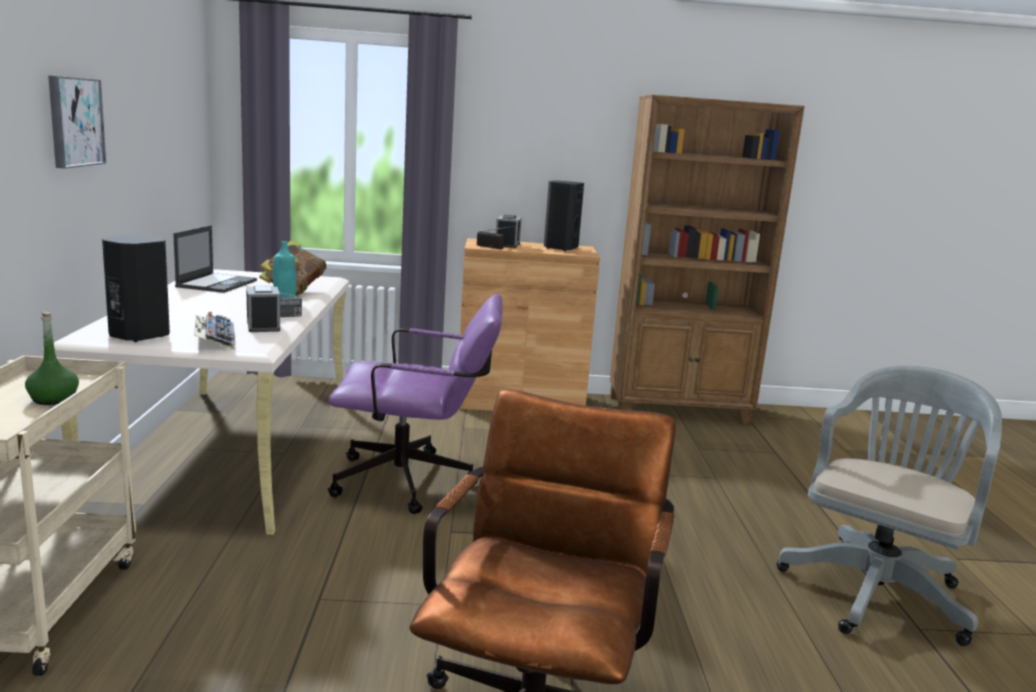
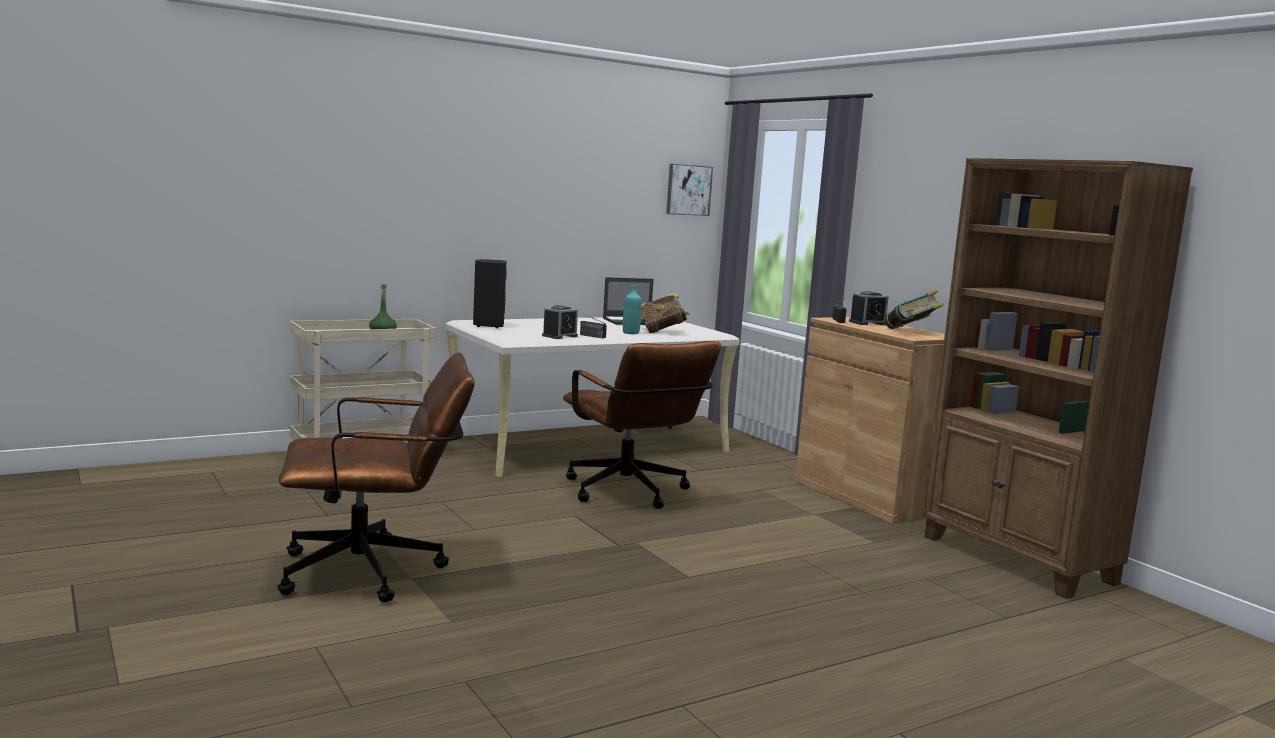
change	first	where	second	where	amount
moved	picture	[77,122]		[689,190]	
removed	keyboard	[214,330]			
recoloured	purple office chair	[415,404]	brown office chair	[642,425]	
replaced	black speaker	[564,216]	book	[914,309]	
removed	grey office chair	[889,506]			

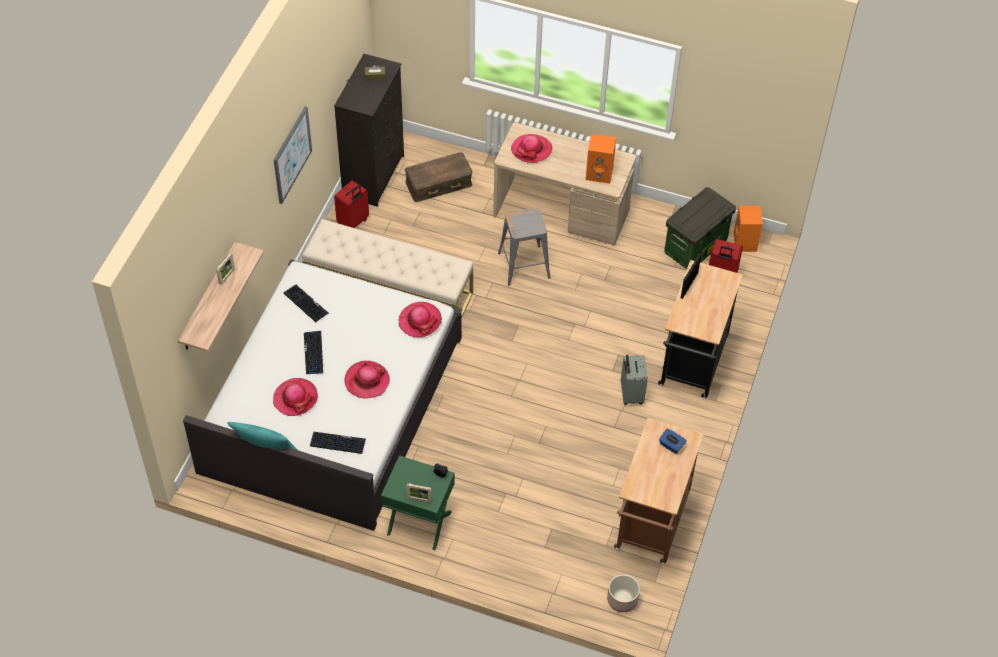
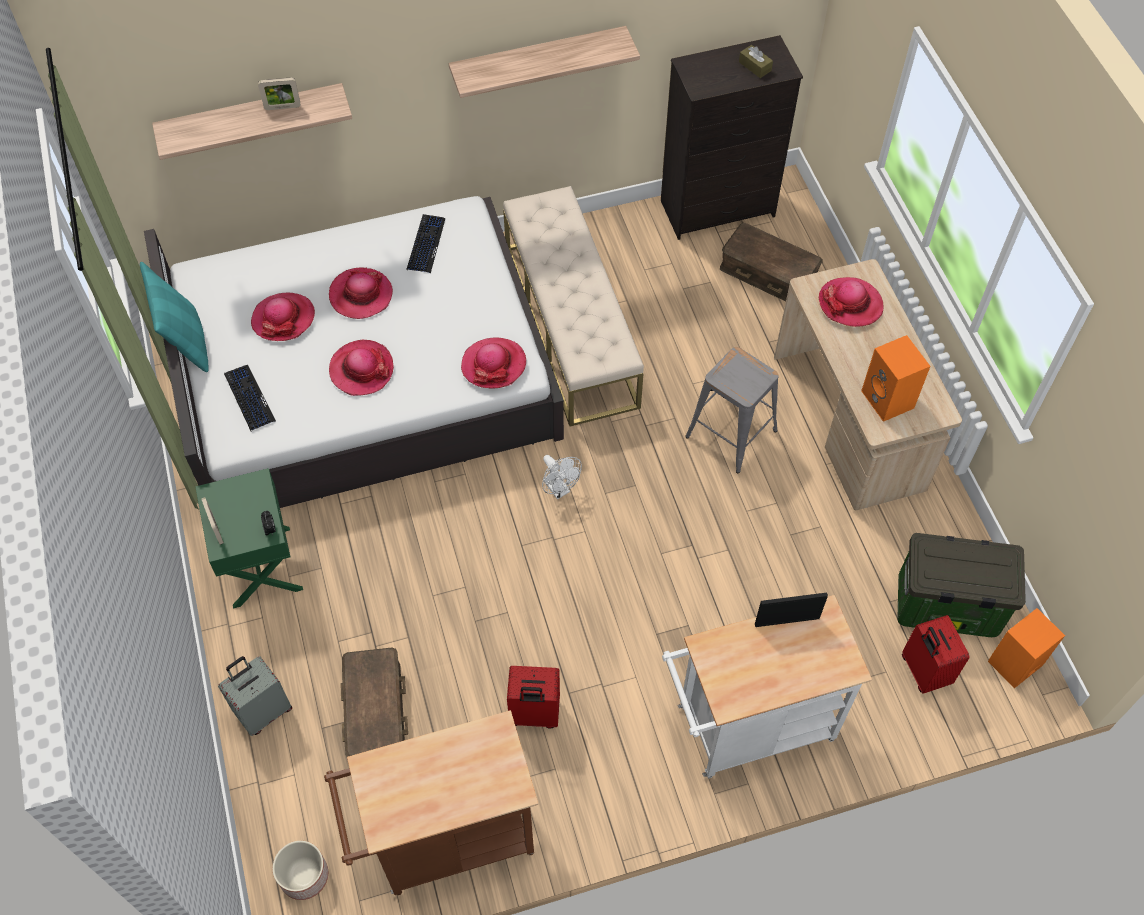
change	first	where	second	where	amount
replaced	picture	[293,155]	shelf	[544,62]	
replaced	keyboard	[313,352]	hat	[361,293]	
moved	red suitcase	[351,204]		[533,697]	
moved	grey suitcase	[634,380]		[255,696]	
recoloured	black cart	[700,329]	white cart	[767,686]	
removed	blue tissue box	[672,441]			
added			brown storage box	[374,702]	
added			white fan	[562,477]	

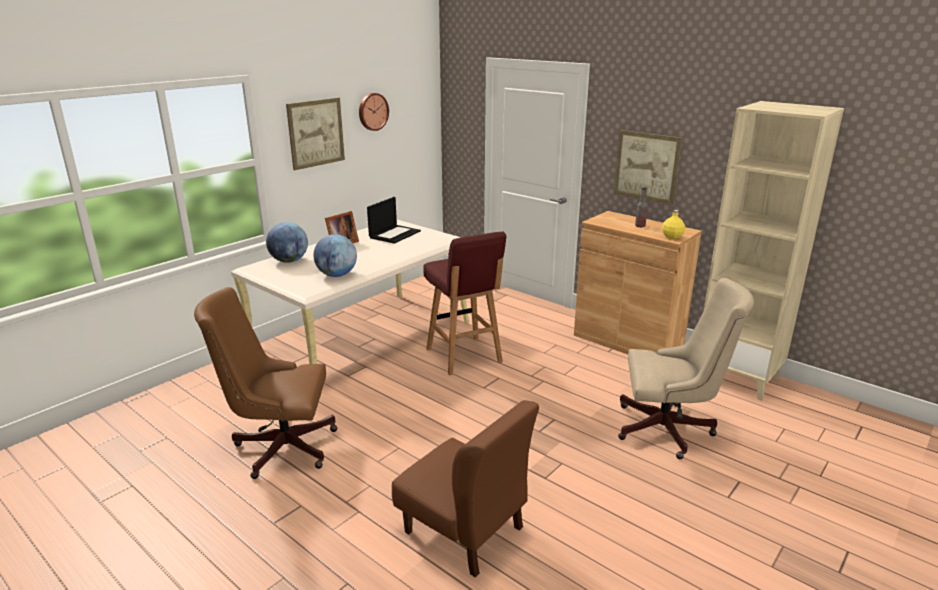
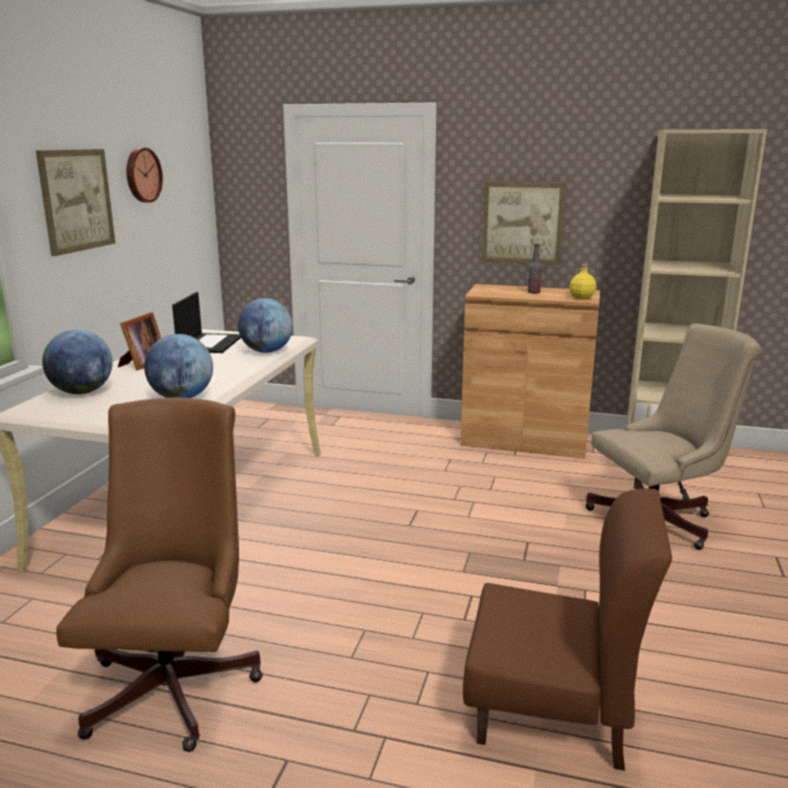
change	first	where	second	where	amount
turned	brown office chair	[265,383]		[159,575]	120 degrees clockwise
removed	red stool	[465,303]			
added			globe	[265,325]	

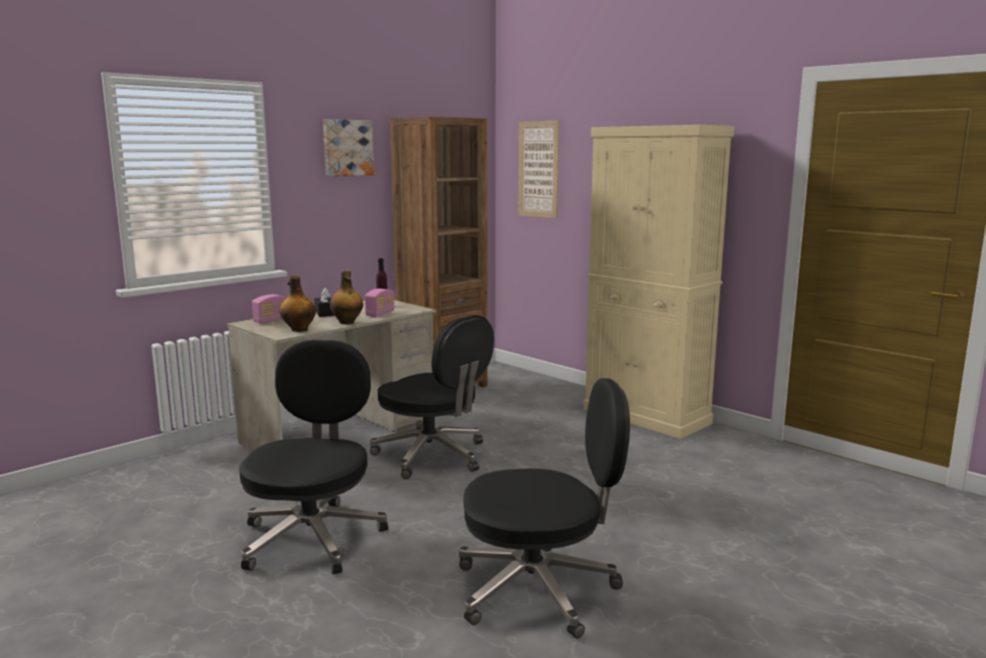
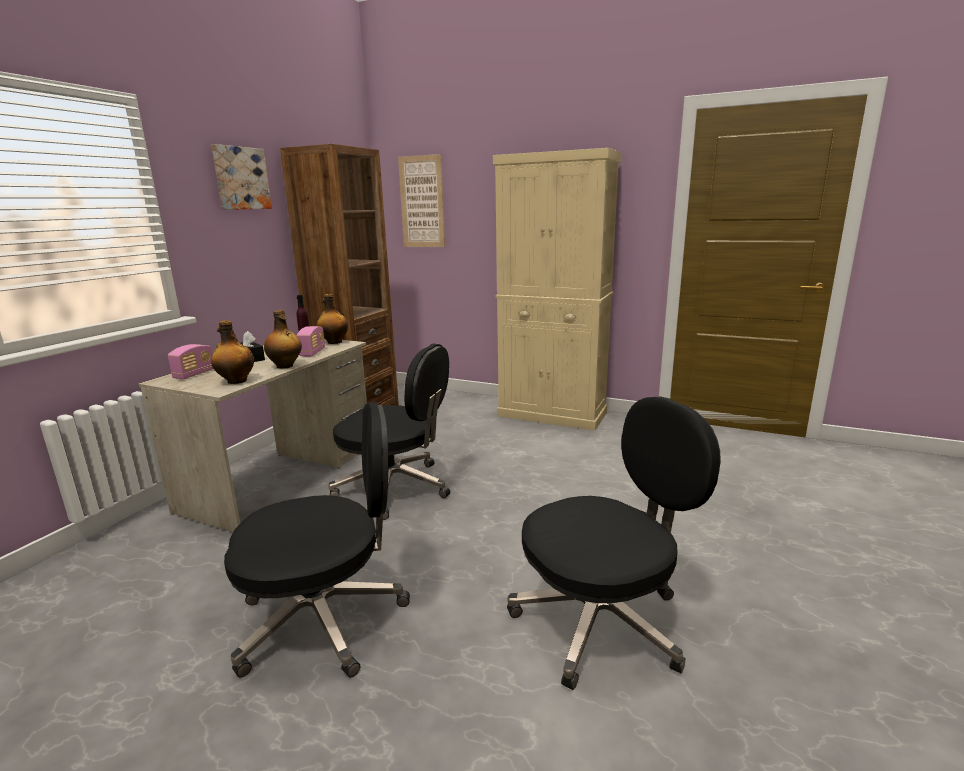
change	first	where	second	where	amount
turned	black office chair	[313,457]		[317,539]	90 degrees clockwise
added			bottle	[332,319]	

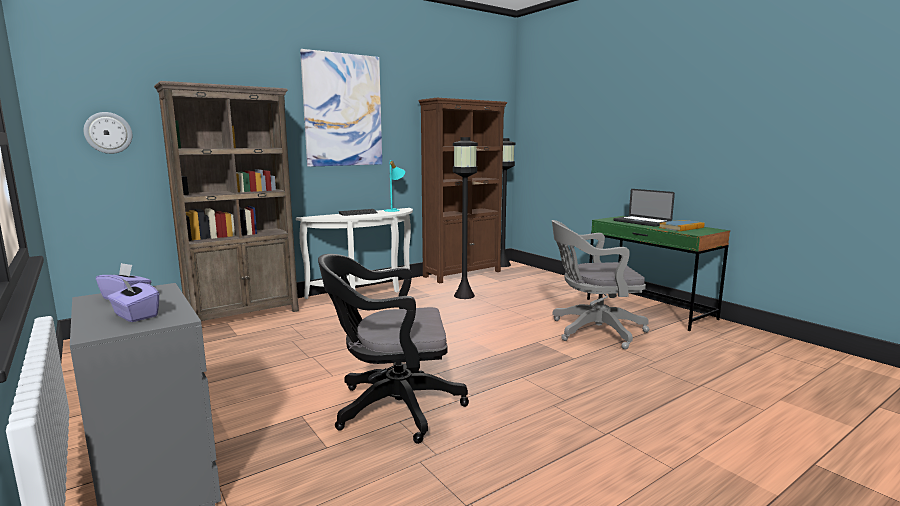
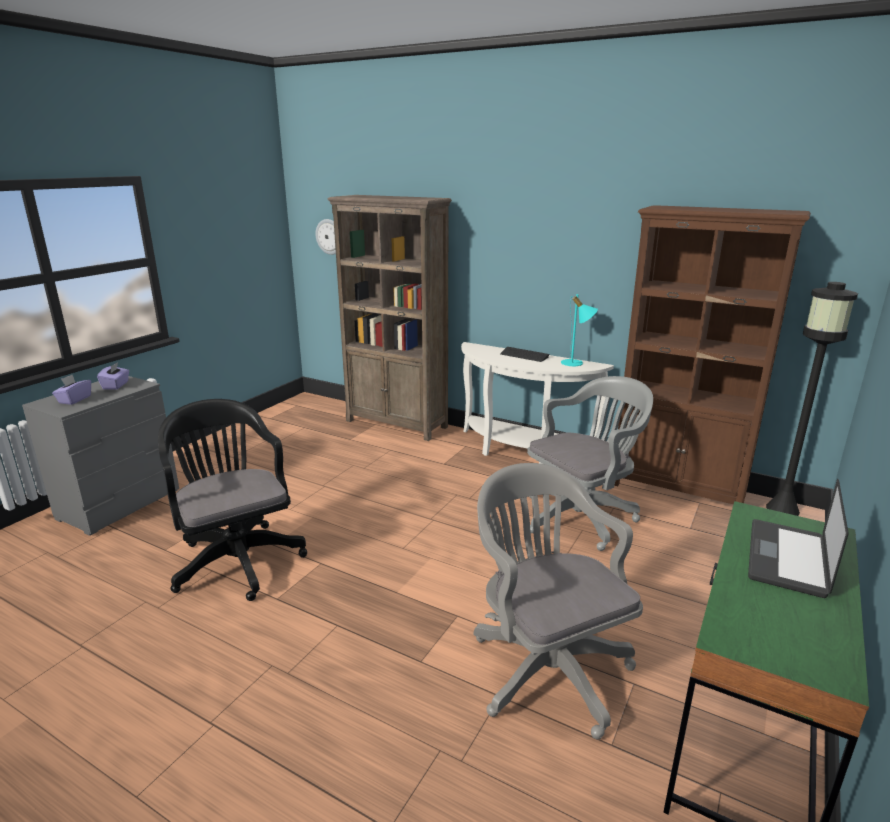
change	first	where	second	where	amount
removed	picture	[341,108]			
replaced	black floor lamp	[465,218]	grey office chair	[590,463]	
removed	book	[682,225]			

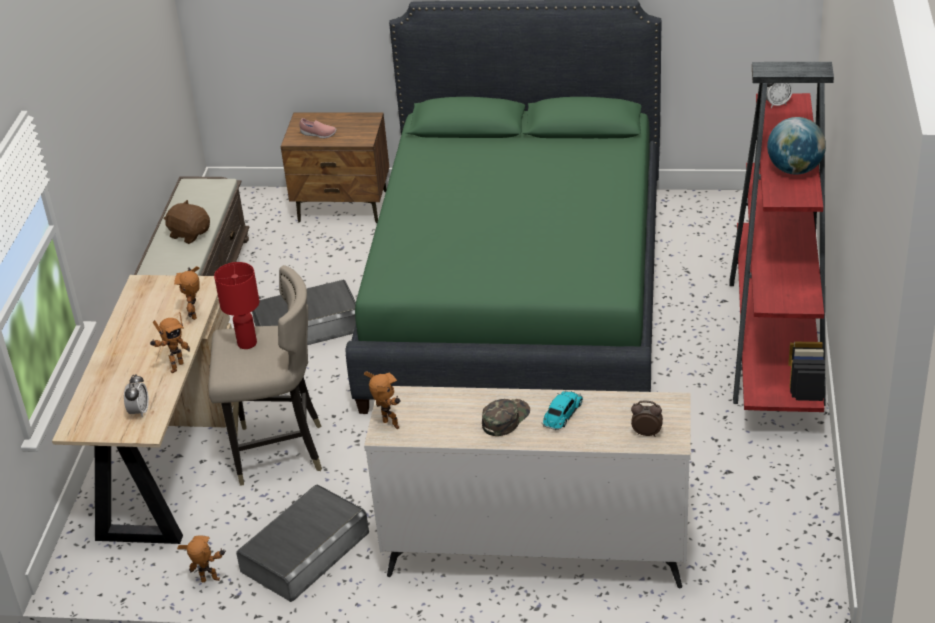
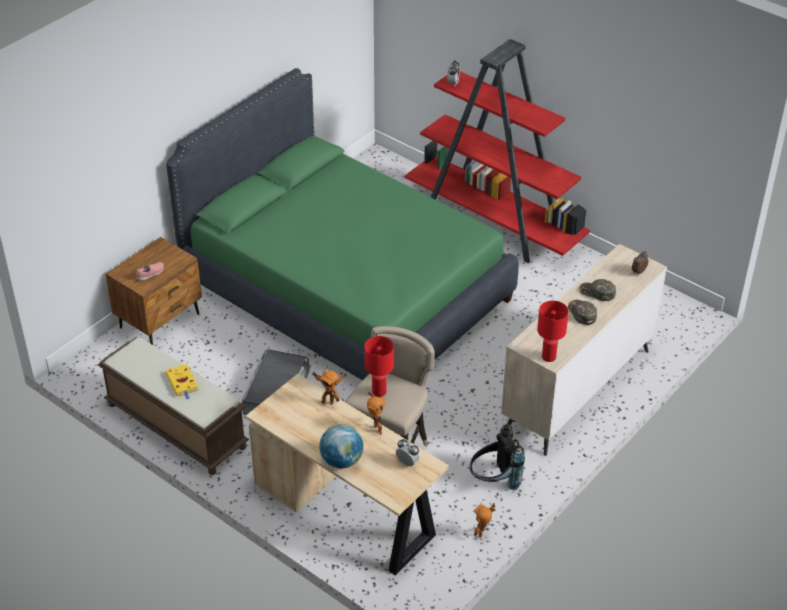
change	first	where	second	where	amount
replaced	brown plush toy	[186,222]	yellow book	[181,381]	
replaced	grey storage box	[302,543]	black backpack	[497,456]	
replaced	toy robot	[382,400]	red table lamp	[553,331]	
replaced	toy car	[562,410]	green cap	[597,290]	
moved	globe	[796,146]		[341,446]	

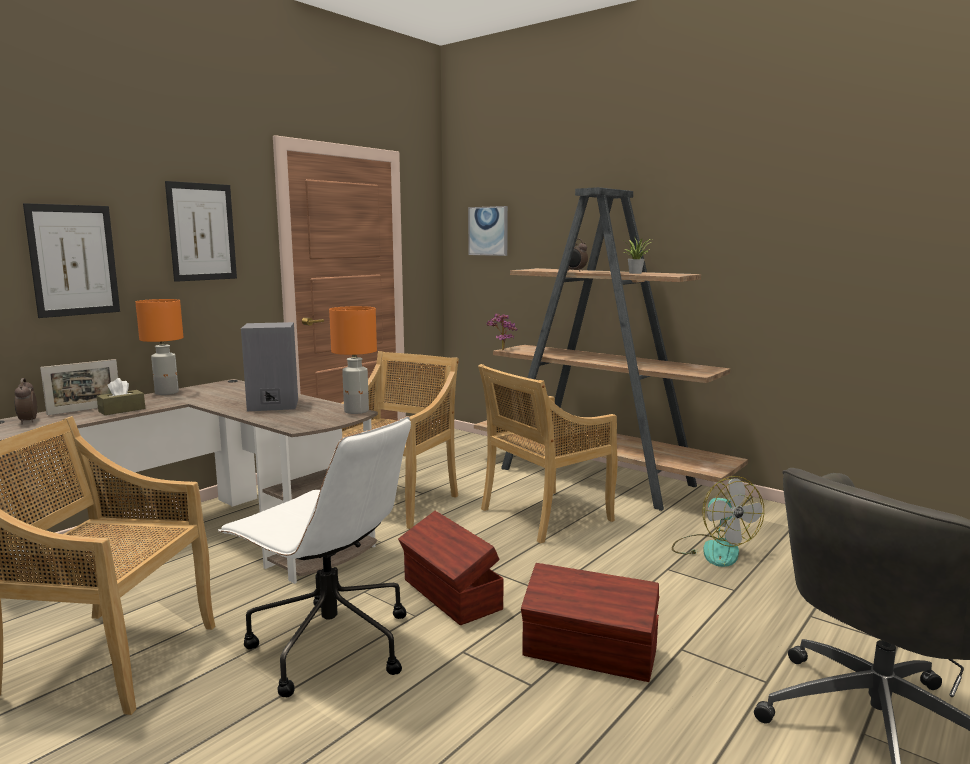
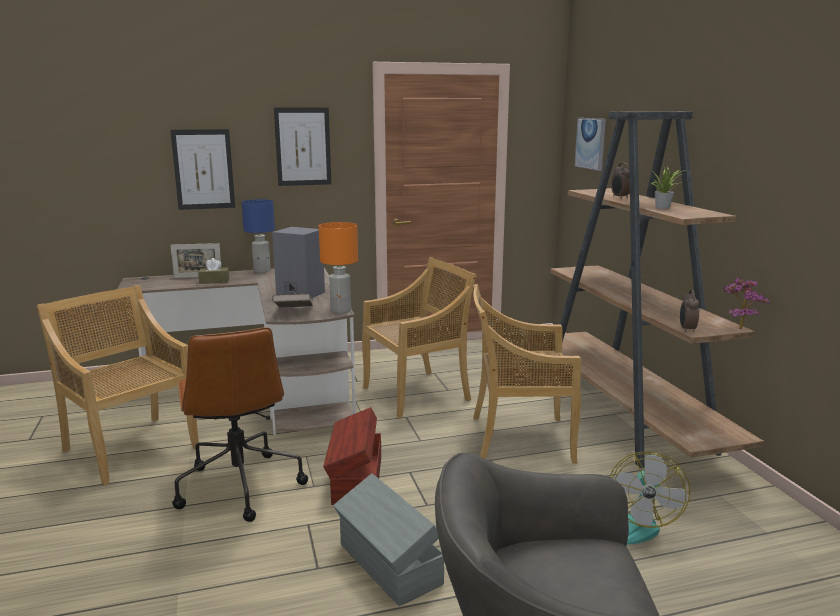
change	first	where	second	where	amount
moved	alarm clock	[25,401]		[689,311]	
recoloured	orange table lamp	[159,347]	blue table lamp	[258,236]	
recoloured	white office chair	[314,556]	brown office chair	[240,424]	
moved	potted plant	[502,332]		[746,303]	
recoloured	brown storage box	[590,622]	grey storage box	[388,540]	
added			brown book	[292,300]	

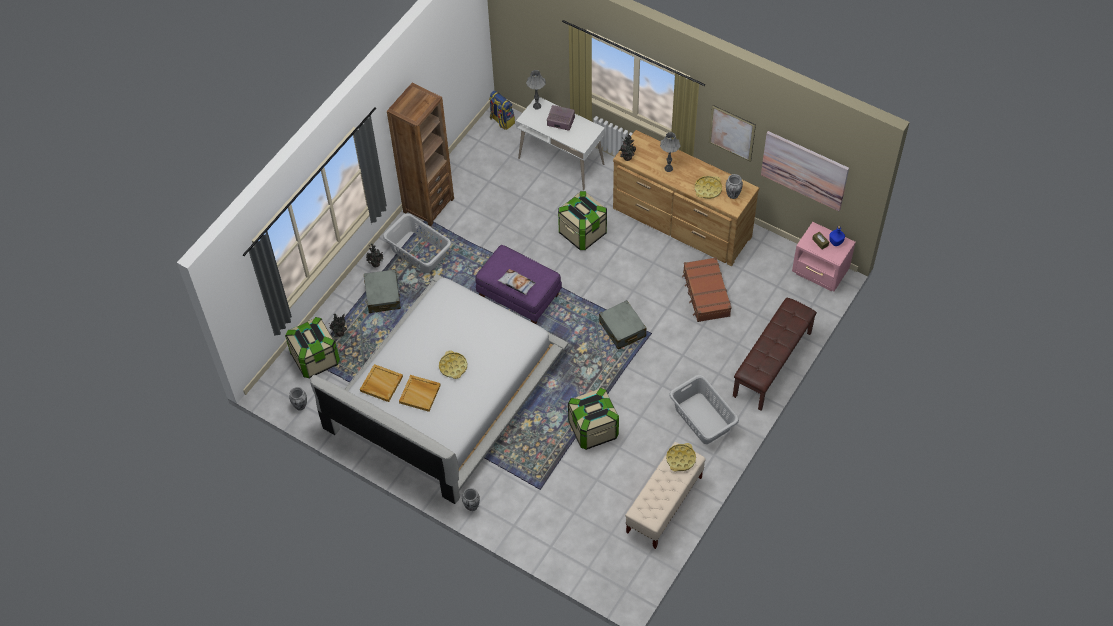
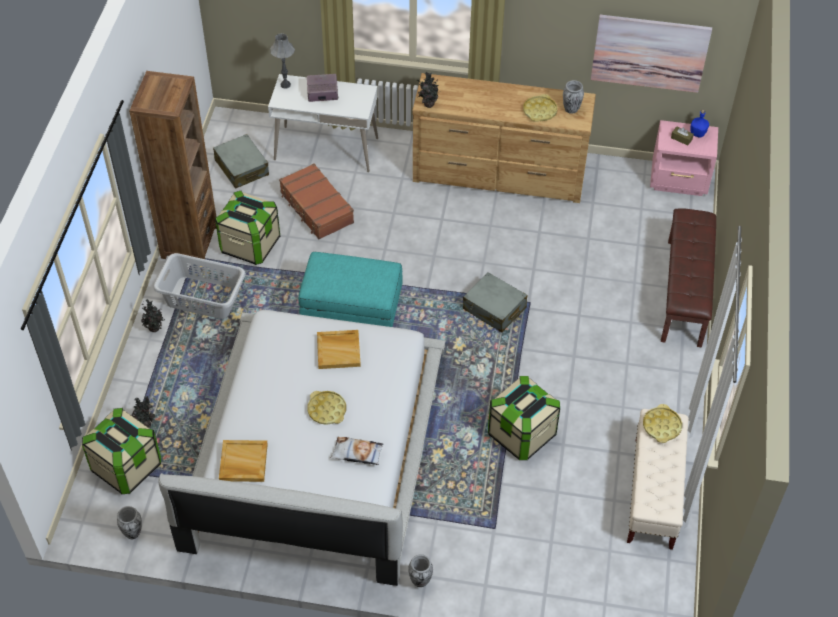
change	first	where	second	where	amount
moved	grey suitcase	[382,291]		[241,161]	
moved	beige tray	[420,393]		[339,349]	
recoloured	purple ottoman	[518,284]	turquoise ottoman	[350,289]	
removed	backpack	[502,110]			
moved	pillow	[517,282]		[356,451]	
moved	storage box	[582,220]		[247,228]	
removed	grey table lamp	[670,152]			
removed	grey laundry basket	[704,409]			
moved	brown suitcase	[707,289]		[316,201]	
removed	picture	[732,133]			

